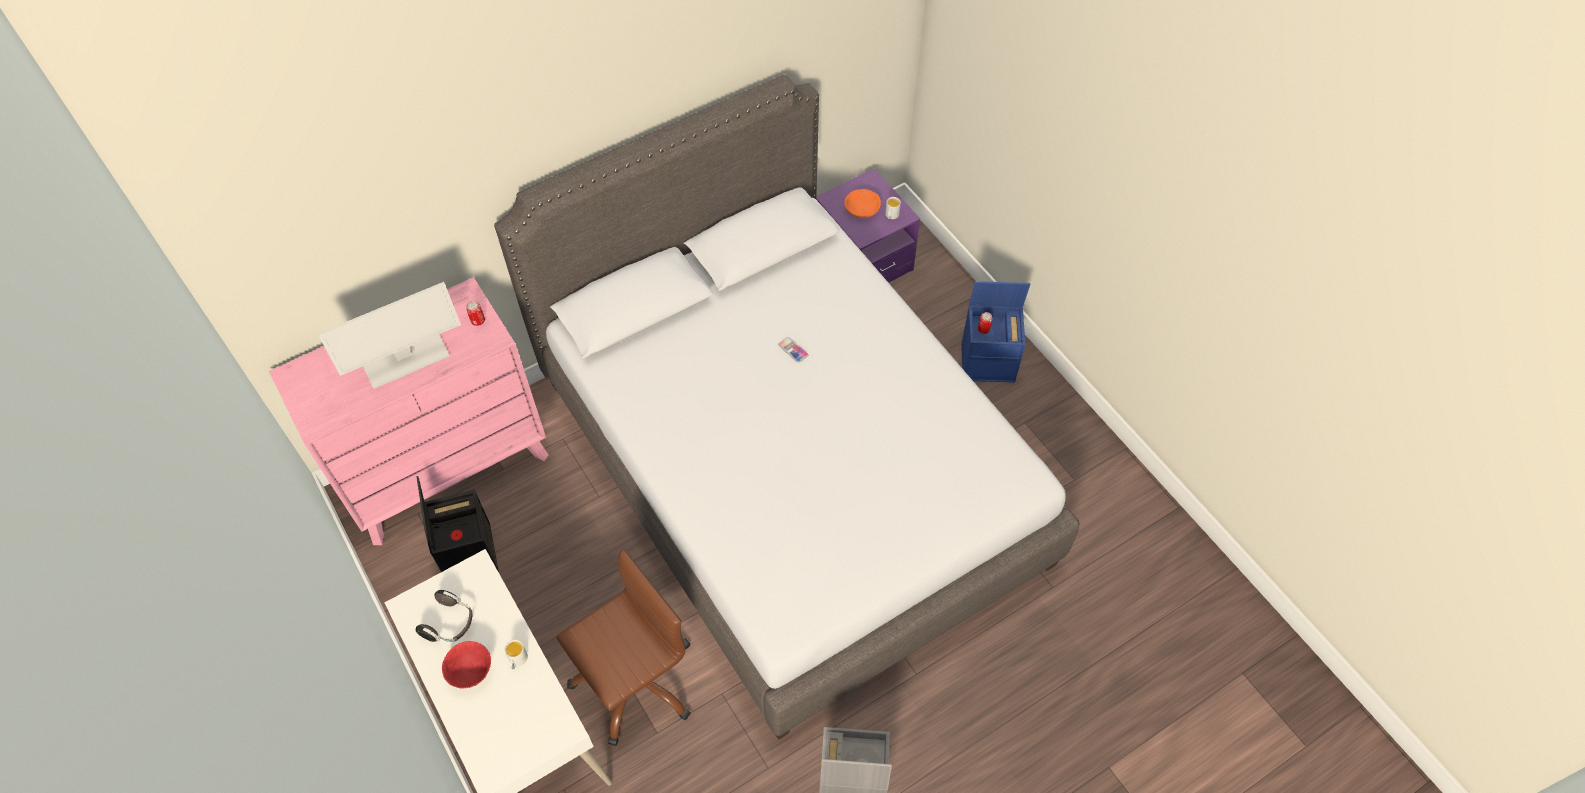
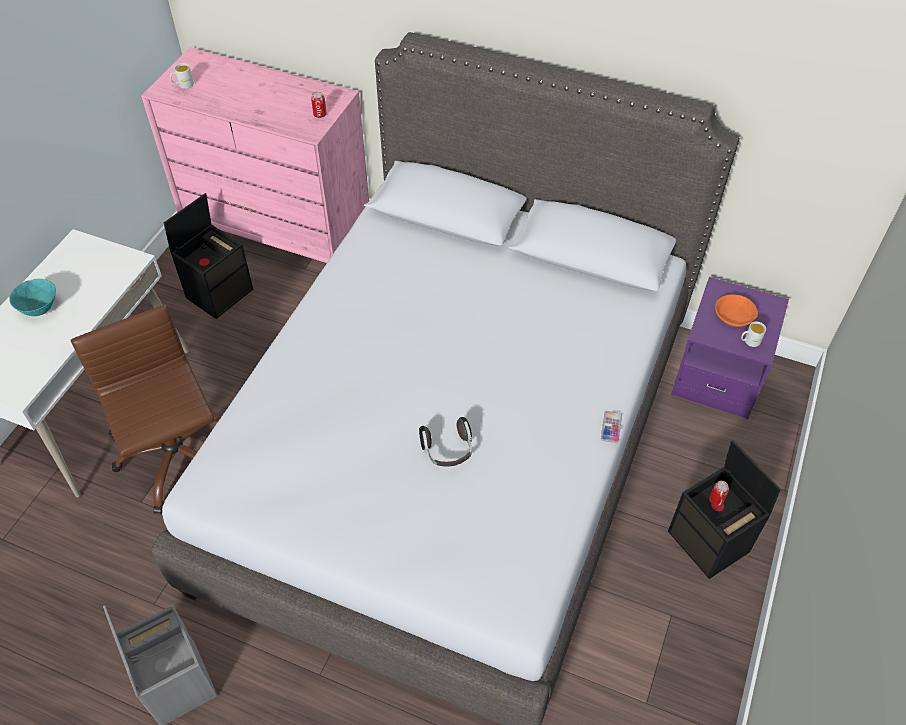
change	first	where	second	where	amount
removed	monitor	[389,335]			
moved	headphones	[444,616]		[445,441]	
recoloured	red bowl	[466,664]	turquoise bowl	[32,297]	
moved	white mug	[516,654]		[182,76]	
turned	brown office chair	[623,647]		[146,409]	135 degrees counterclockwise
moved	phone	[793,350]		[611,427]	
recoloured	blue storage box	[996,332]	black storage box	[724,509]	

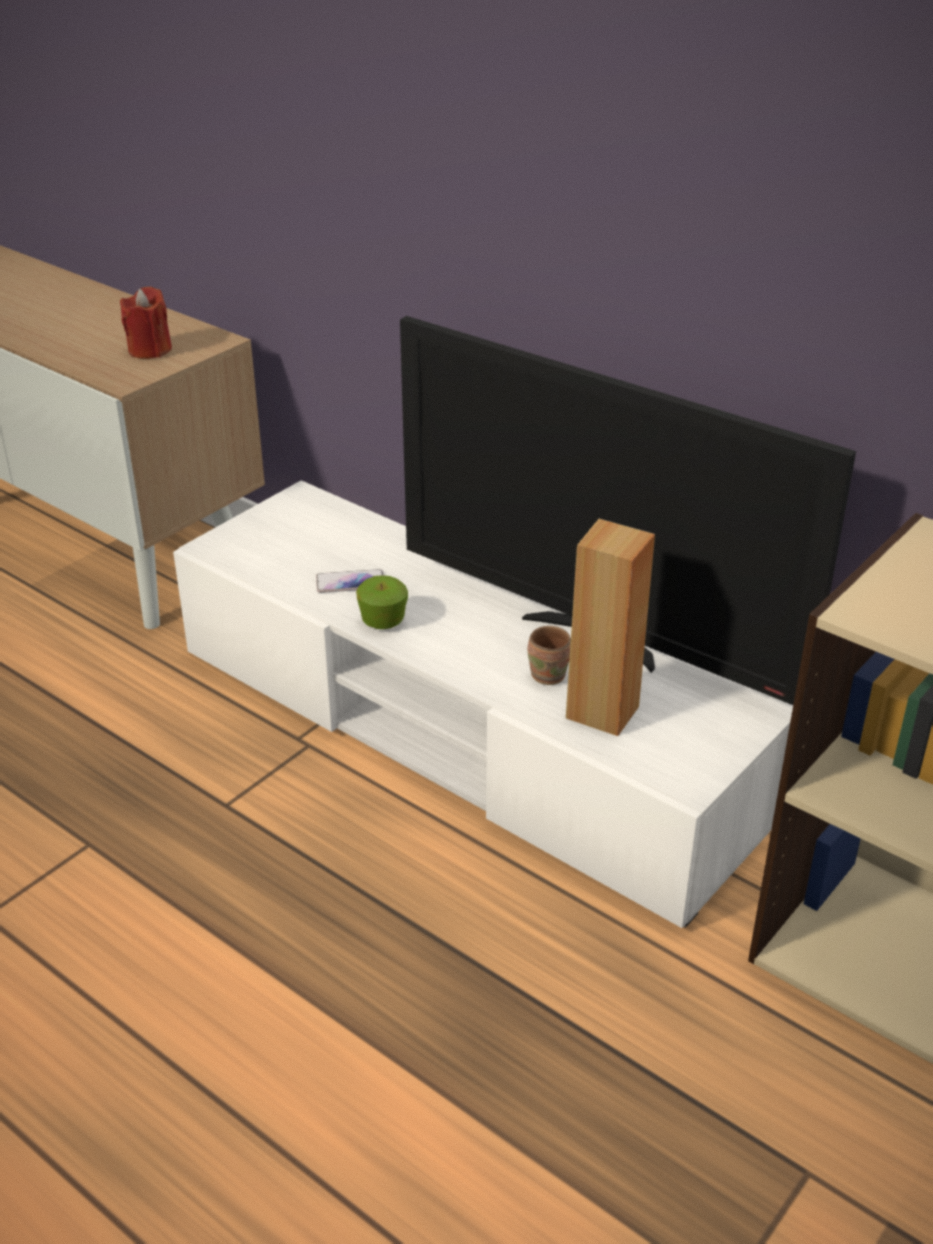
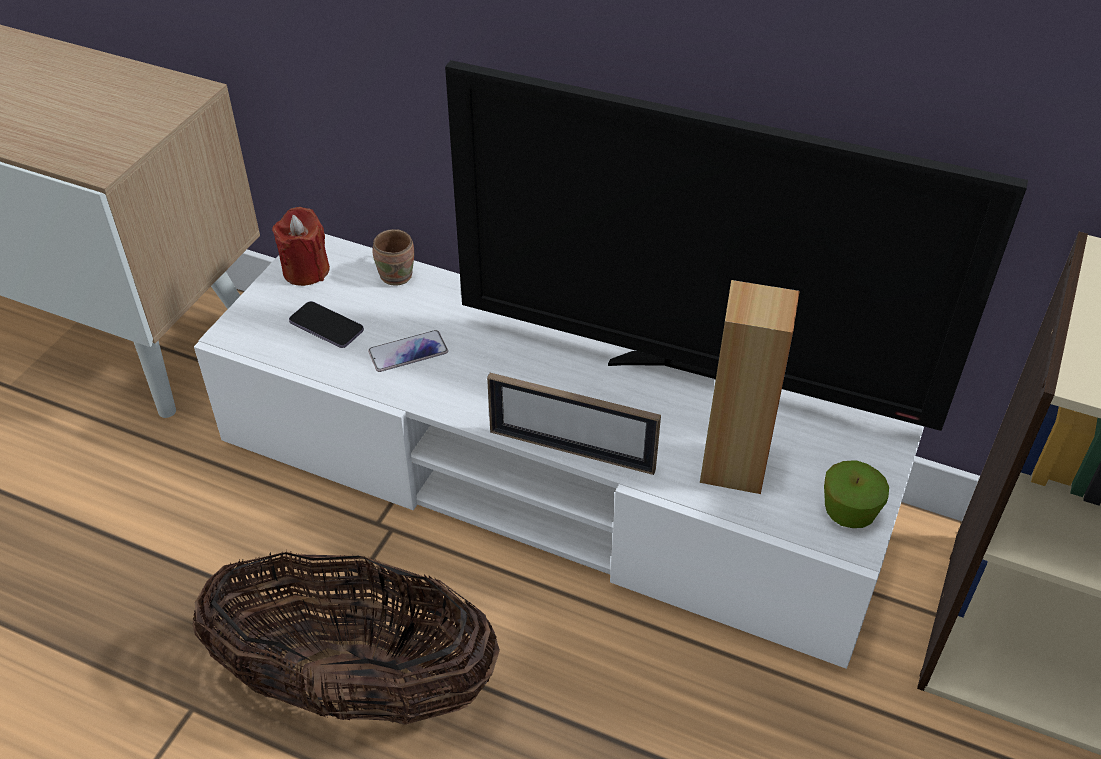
change	first	where	second	where	amount
moved	red candle	[146,323]		[301,246]	
moved	apple	[382,602]		[856,494]	
moved	brown mug	[549,655]		[393,257]	
added			basket	[346,637]	
added			phone	[326,324]	
added			picture frame	[574,424]	

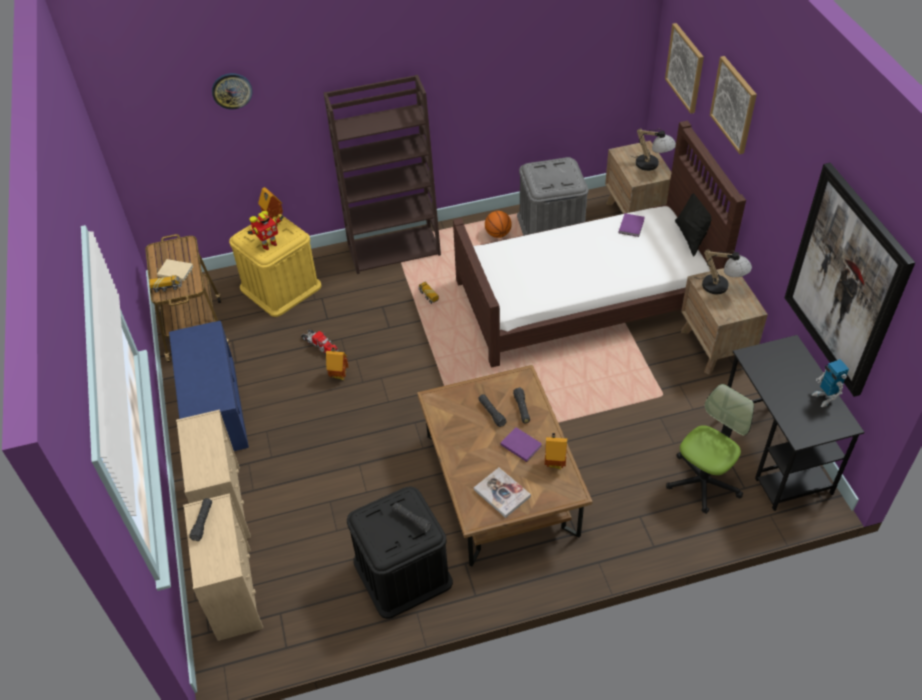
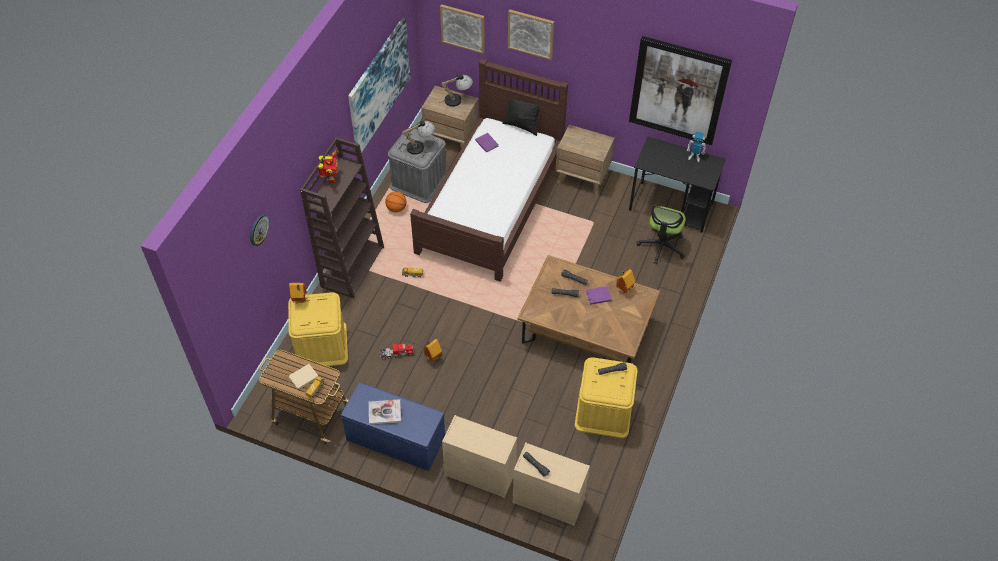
change	first	where	second	where	amount
moved	toy robot	[265,230]		[328,166]	
recoloured	black storage box	[400,553]	yellow storage box	[606,397]	
moved	book	[502,493]		[385,412]	
turned	office chair	[710,449]		[661,235]	150 degrees counterclockwise
moved	table lamp	[723,272]		[418,138]	
added			picture	[379,85]	

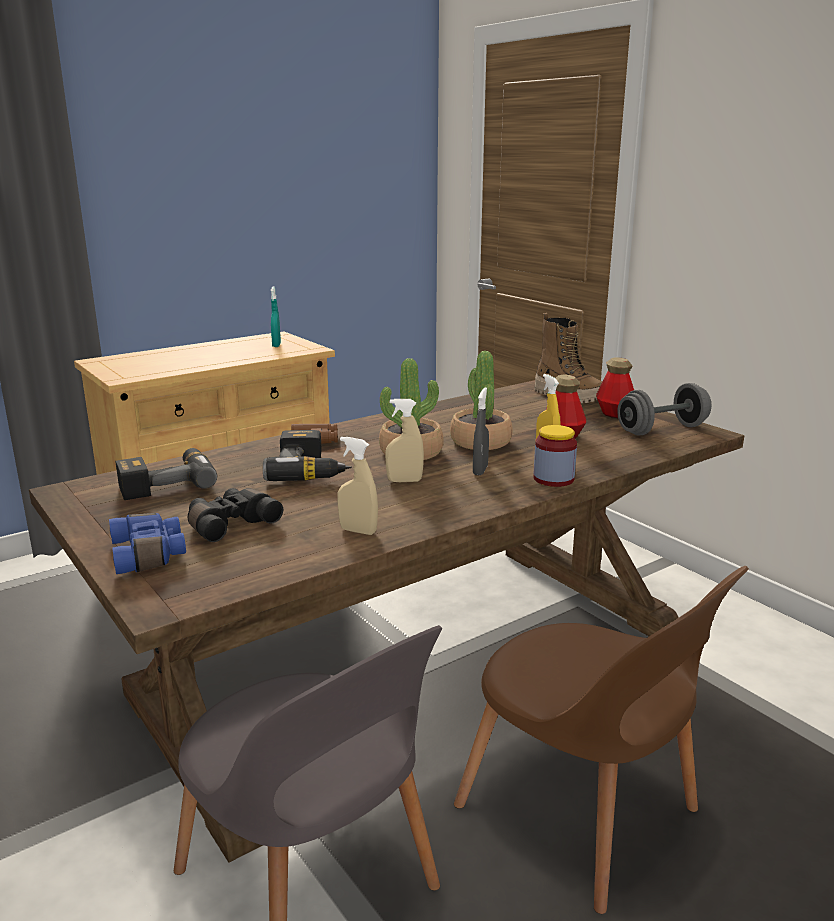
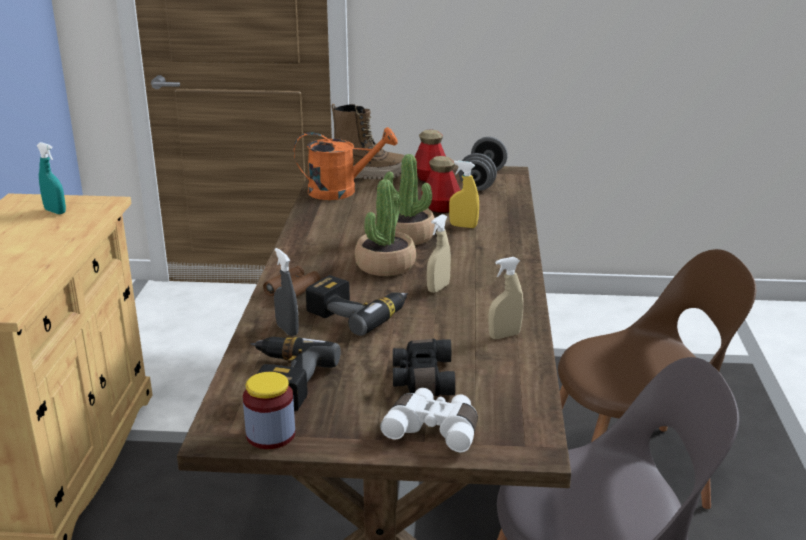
change	first	where	second	where	amount
recoloured	blue binoculars	[147,543]	white binoculars	[429,420]	
moved	grey spray bottle	[481,431]		[286,292]	
moved	jar	[555,456]		[269,410]	
added			orange watering can	[346,163]	

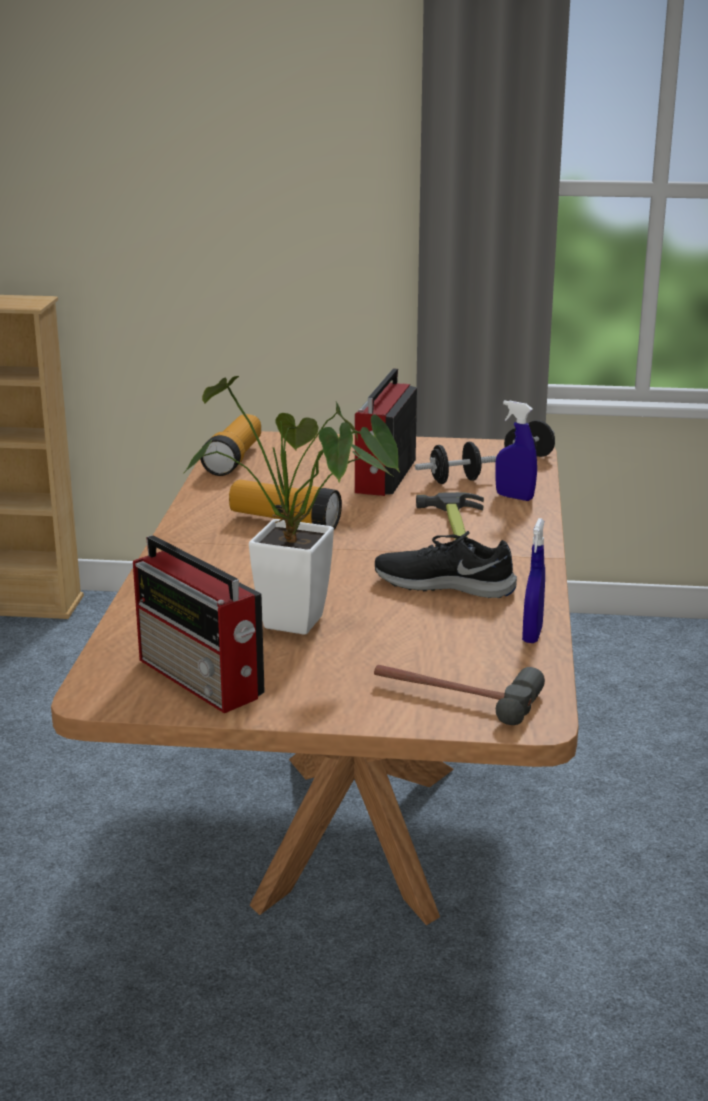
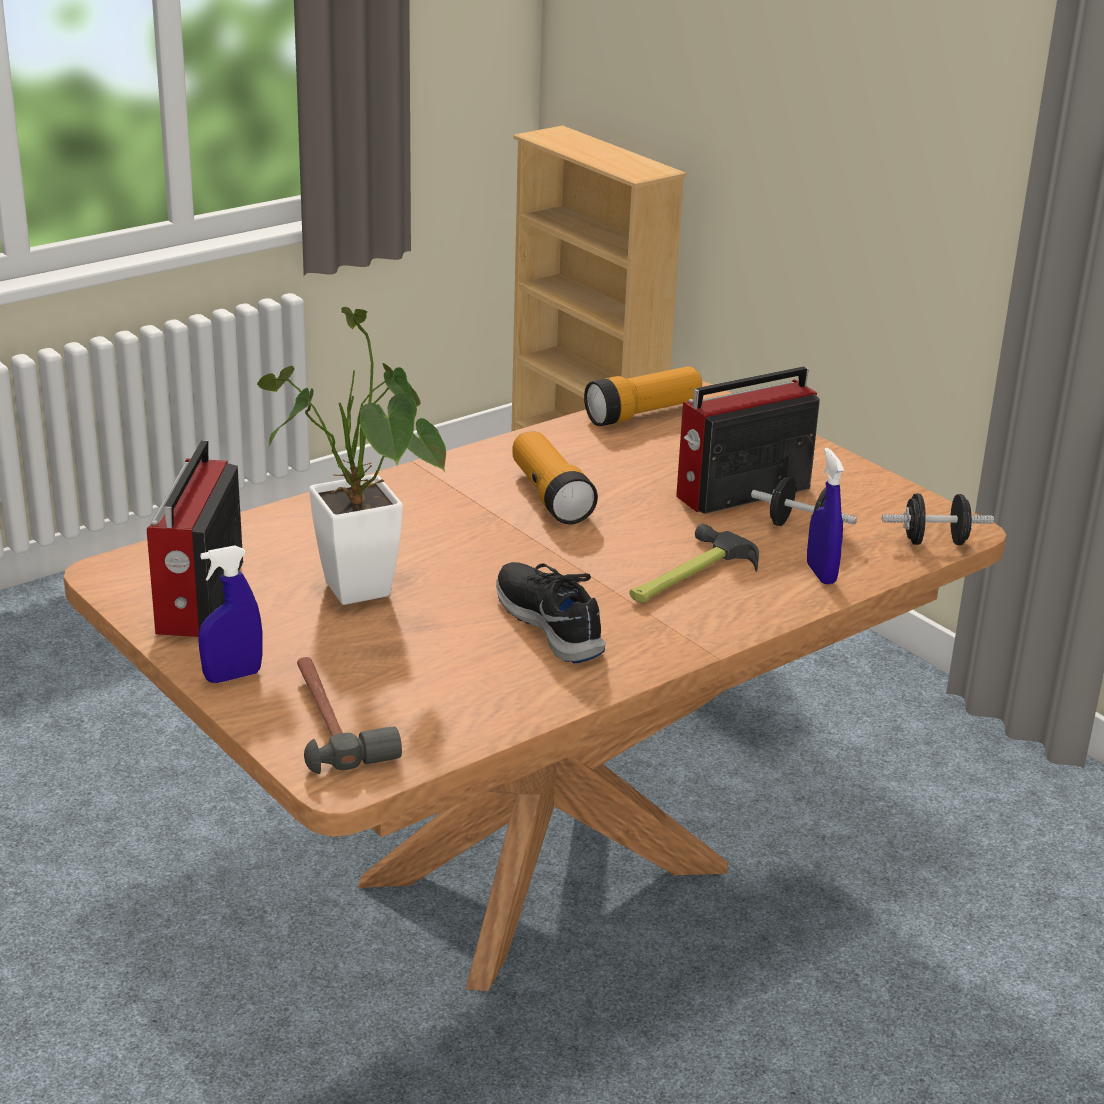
change	first	where	second	where	amount
moved	blue spray bottle	[533,580]		[230,614]	

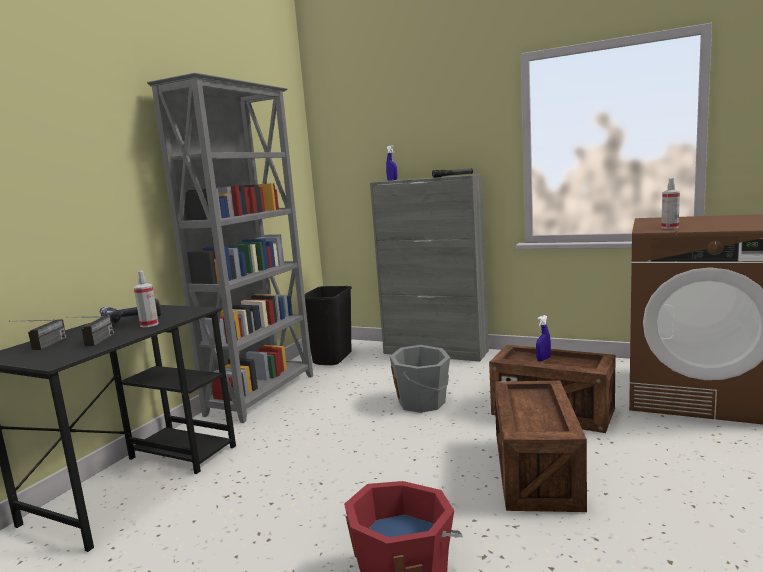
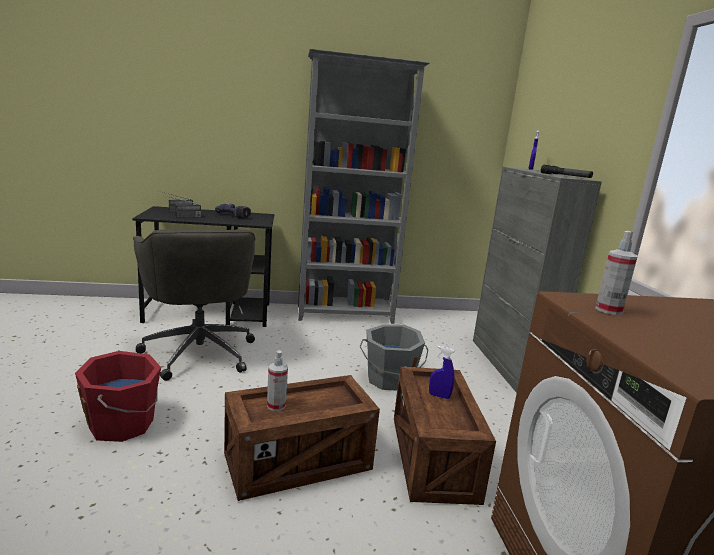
change	first	where	second	where	amount
moved	spray bottle	[146,299]		[277,380]	
removed	black trash can	[328,325]			
added			grey office chair	[194,305]	

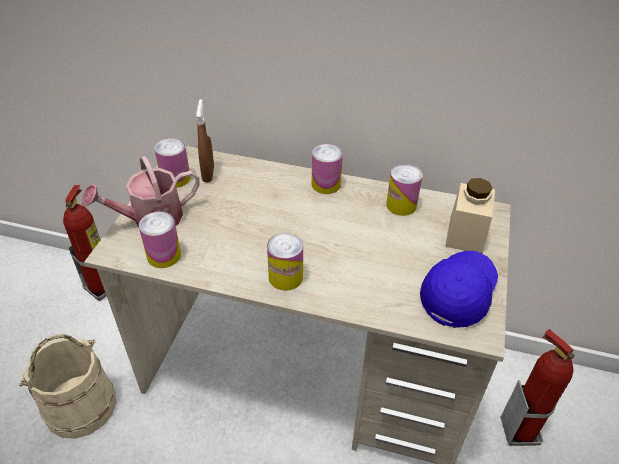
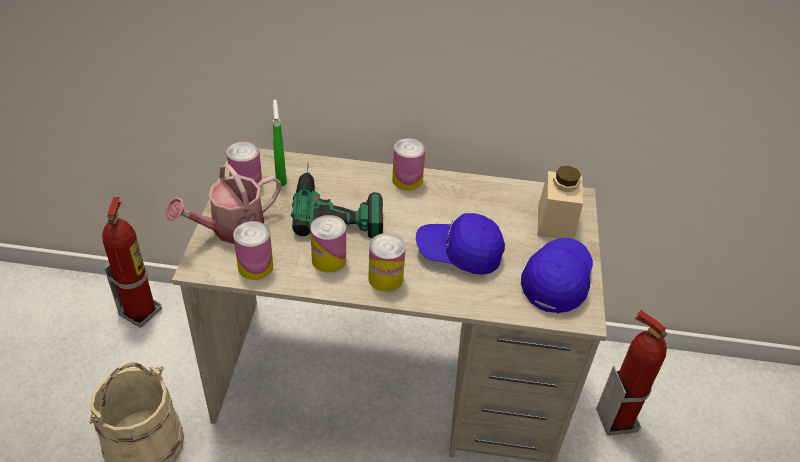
change	first	where	second	where	amount
recoloured	brown spray bottle	[205,140]	green spray bottle	[280,142]	
moved	can	[404,190]		[328,244]	
added			power drill	[337,200]	
added			blue cap	[460,244]	

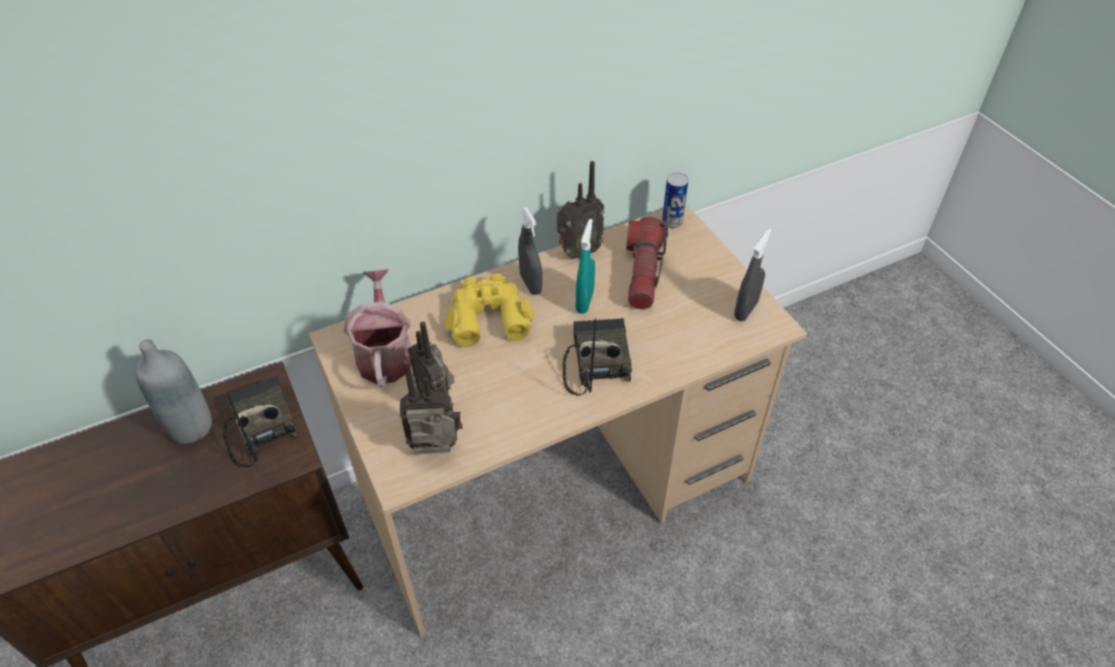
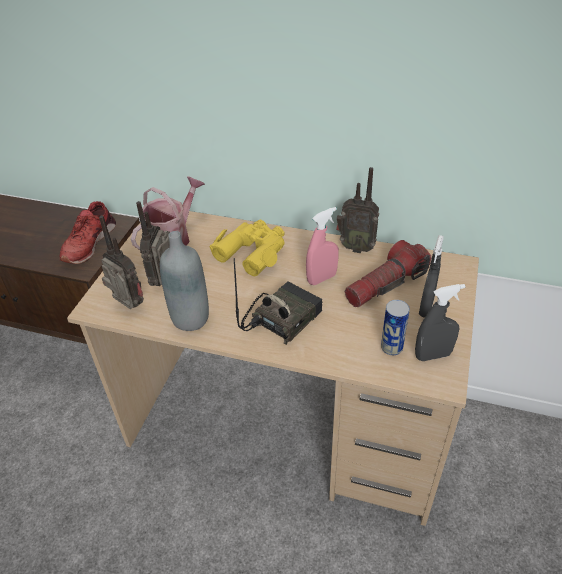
change	first	where	second	where	amount
moved	grey bottle	[173,391]		[184,281]	
replaced	radio	[261,422]	red shoe	[87,232]	
moved	grey spray bottle	[530,251]		[431,276]	
recoloured	turquoise spray bottle	[585,266]	pink spray bottle	[322,246]	
moved	can	[675,200]		[395,327]	

